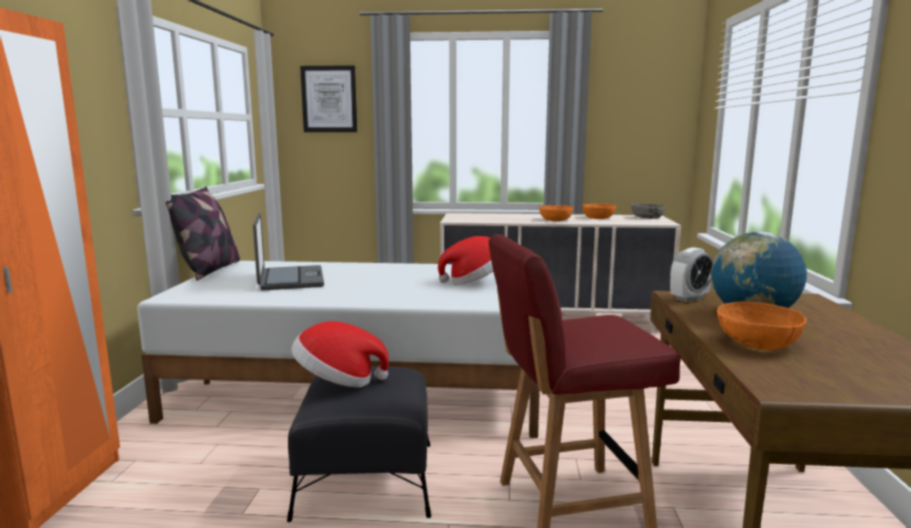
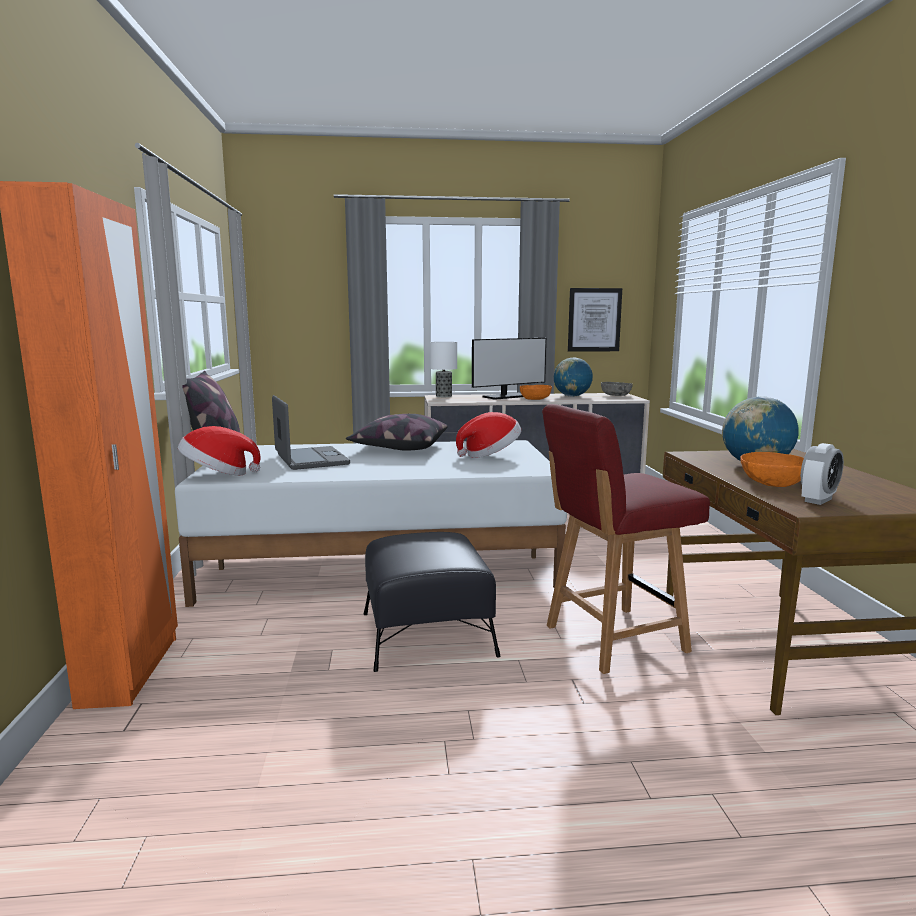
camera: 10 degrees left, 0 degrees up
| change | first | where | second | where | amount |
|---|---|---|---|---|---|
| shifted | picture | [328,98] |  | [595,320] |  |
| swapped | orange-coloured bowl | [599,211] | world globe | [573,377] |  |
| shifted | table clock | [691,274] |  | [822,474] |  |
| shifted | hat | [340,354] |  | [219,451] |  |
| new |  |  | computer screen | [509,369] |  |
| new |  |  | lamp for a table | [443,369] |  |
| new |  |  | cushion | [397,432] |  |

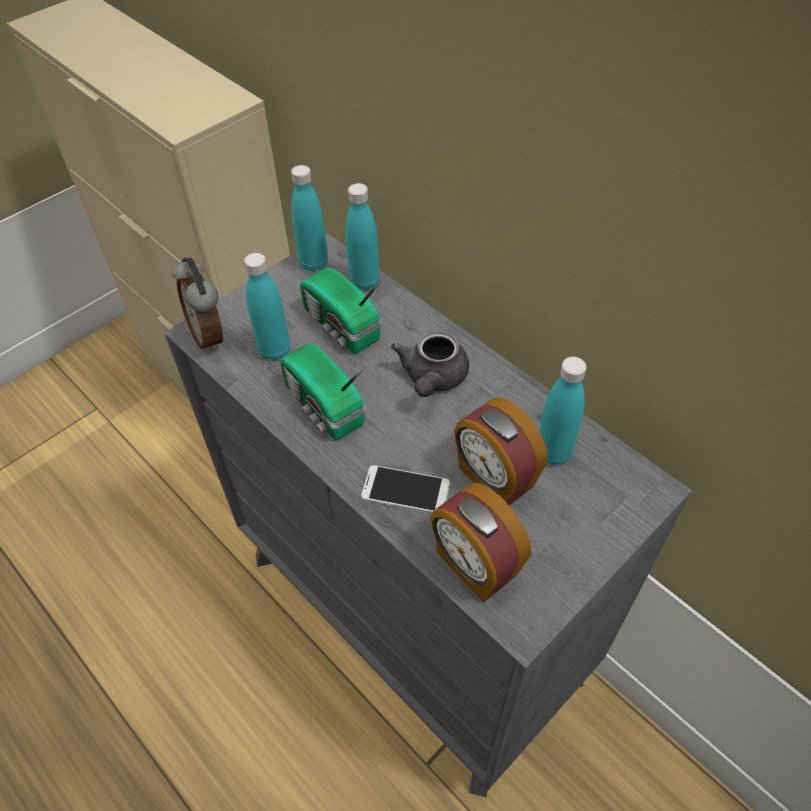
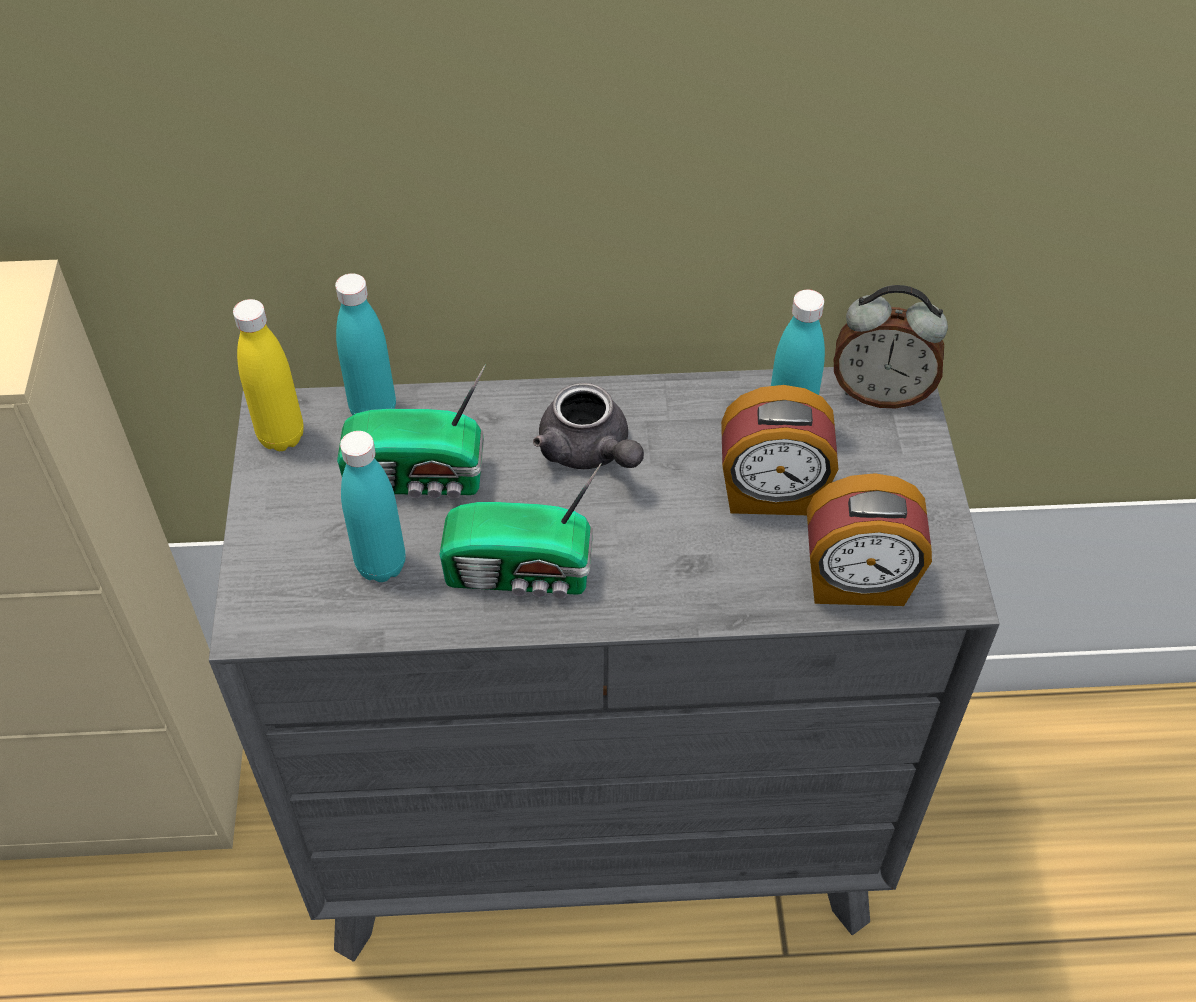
camera: 50 degrees left, 0 degrees up
| change | first | where | second | where | amount |
|---|---|---|---|---|---|
| repainted | turquoise-coloured beverage bottle | [309,218] | yellow beverage bottle | [268,375] |  |
| shifted | table clock | [197,305] |  | [891,346] |  |
| gone | phone | [405,489] |  |  |  |

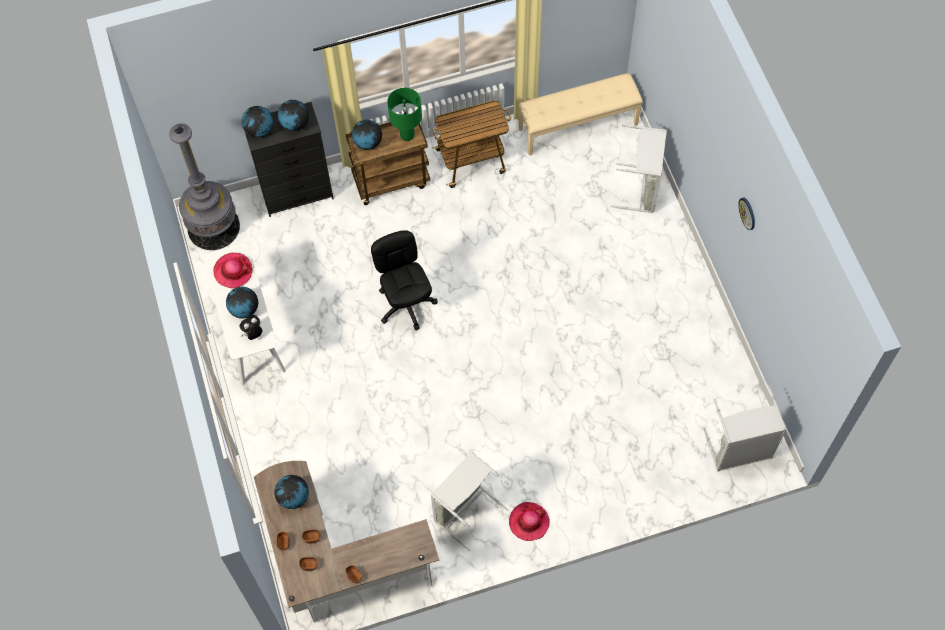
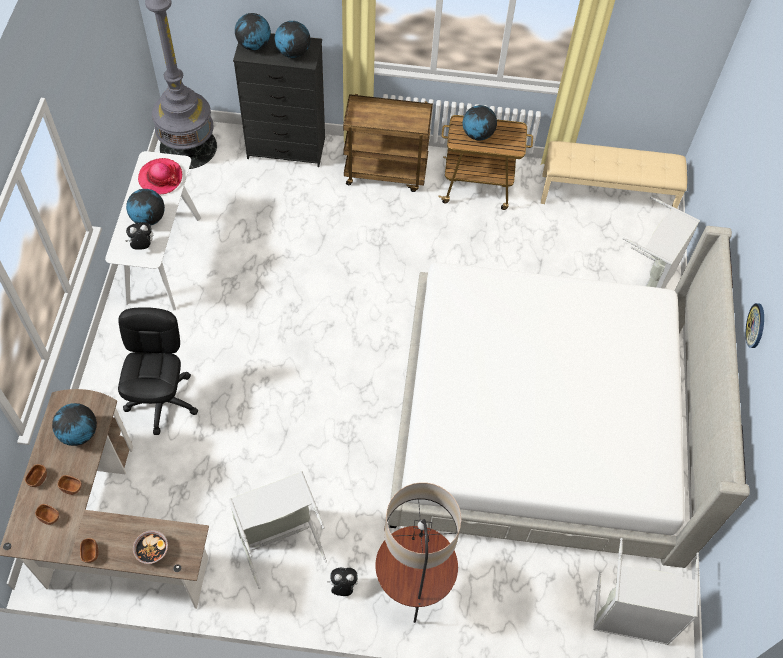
camera: 20 degrees right, 5 degrees down
| change | first | where | second | where | amount |
|---|---|---|---|---|---|
| gone | green lamp for a table | [404,114] |  |  |  |
| shifted | world globe | [367,135] |  | [480,122] |  |
| shifted | black-coloured office chair | [404,280] |  | [158,371] |  |
| swapped | hat | [529,521] | cuddly toy | [342,582] |  |
| new |  |  | sleeping bed | [569,397] |  |
| new |  |  | standing lamp | [418,552] |  |
| new |  |  | bowl | [150,547] |  |

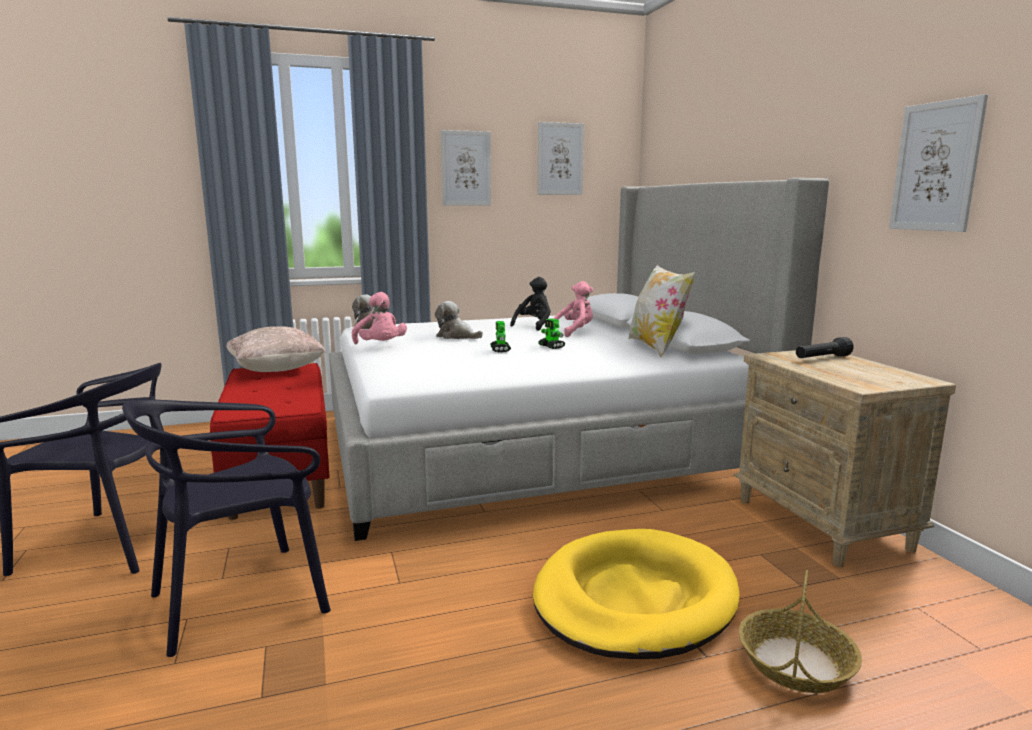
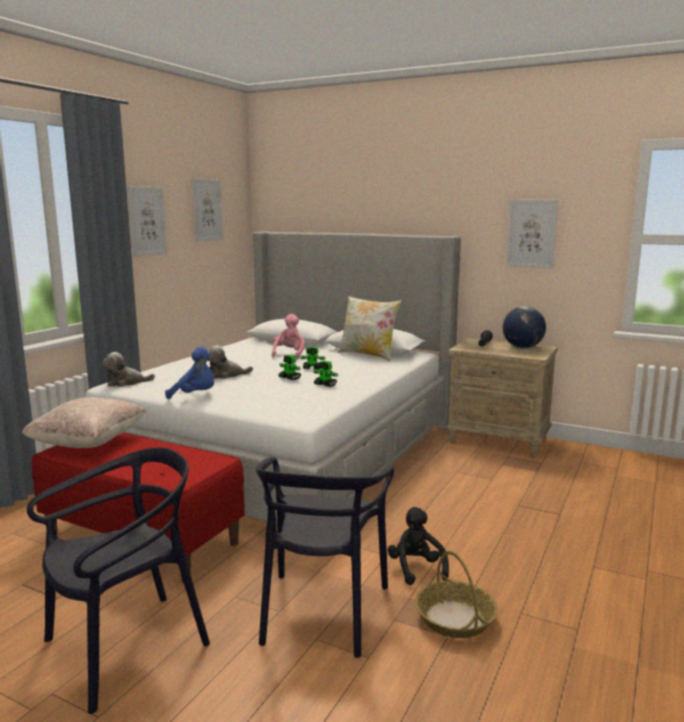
camera: 45 degrees left, 0 degrees up
| change | first | where | second | where | amount |
|---|---|---|---|---|---|
| shifted | black-coloured cuddly toy | [530,304] |  | [418,546] |  |
| repainted | pink-coloured cuddly toy | [379,318] | bluish cuddly toy | [189,372] |  |
| gone | yellow pet bed | [636,594] |  |  |  |
| shifted | storage basket | [800,631] |  | [456,594] |  |
| new |  |  | world globe | [524,327] |  |
| new |  |  | model robot | [325,374] |  |

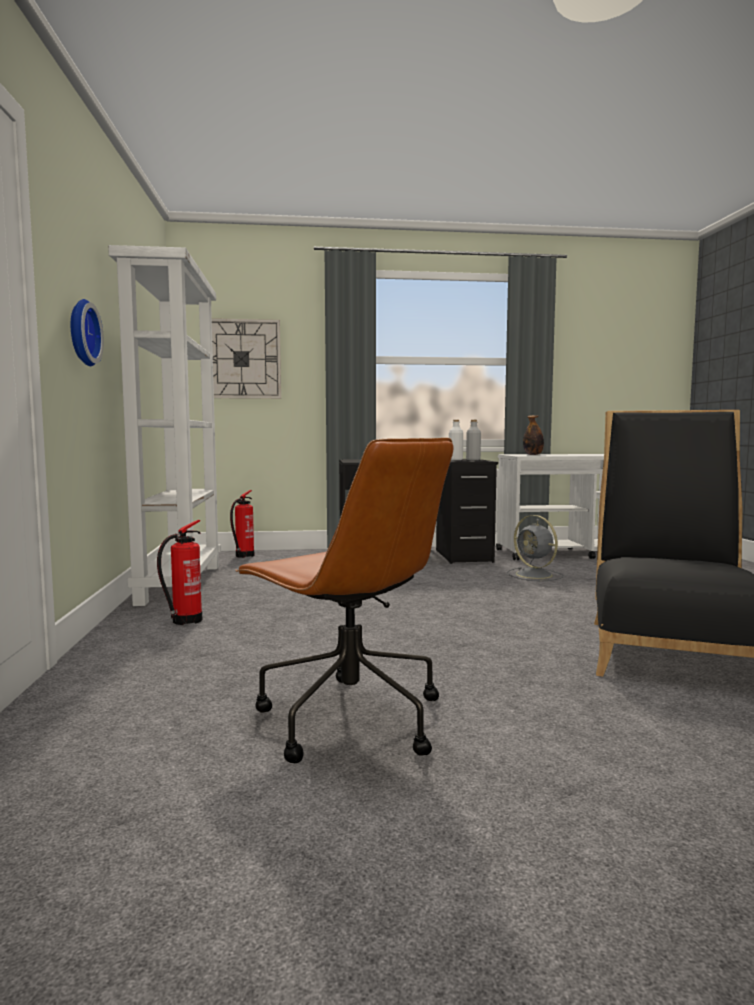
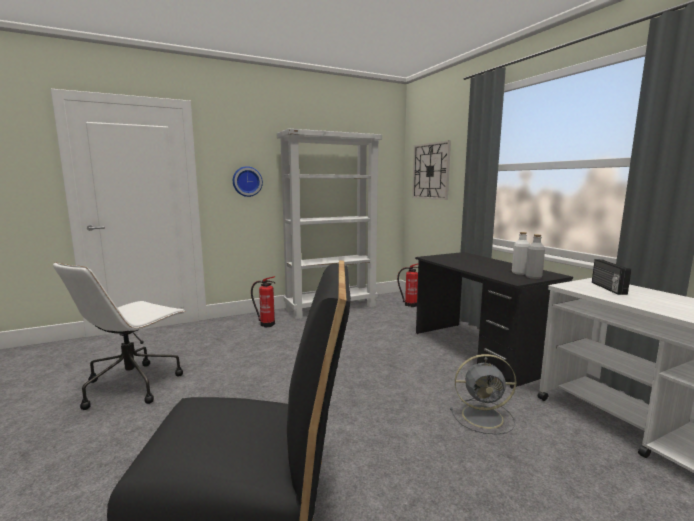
camera: 70 degrees right, 5 degrees up
| change | first | where | second | where | amount |
|---|---|---|---|---|---|
| swapped | beverage bottle | [533,435] | radio set | [611,277] |  |
| repainted | brown office chair | [344,600] | whitish office chair | [119,336] |  |
| rotated | greyish electric fan | [535,548] |  | [483,394] | 120 degrees counterclockwise |

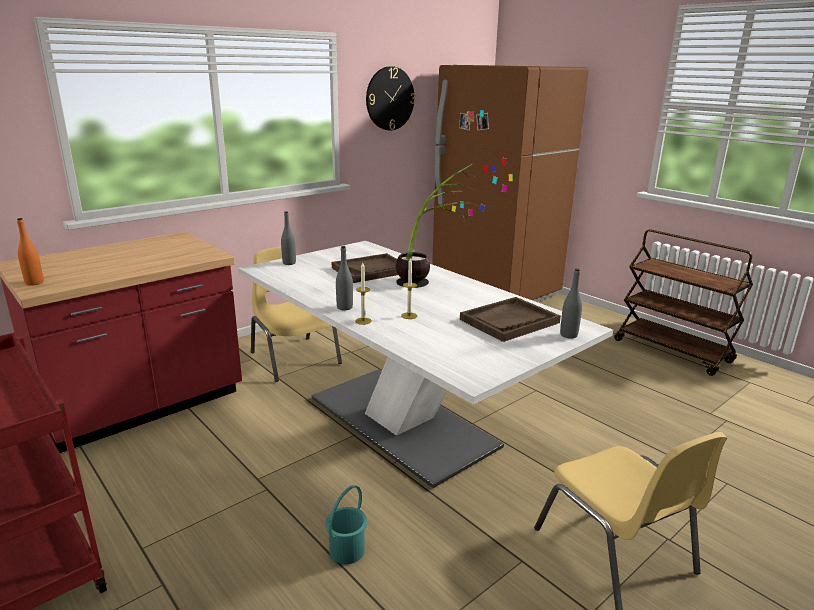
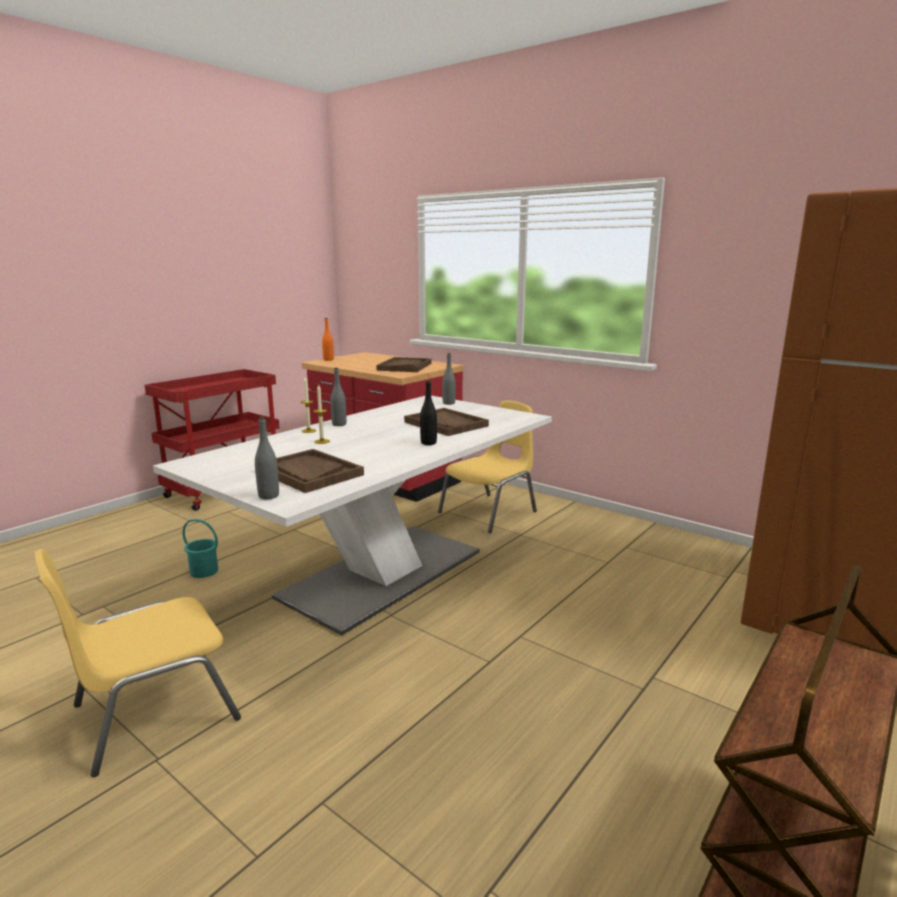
camera: 80 degrees right, 5 degrees down
| change | first | where | second | where | amount |
|---|---|---|---|---|---|
| gone | wall clock | [390,98] |  |  |  |
| swapped | potted plant | [437,226] | black-coloured beverage bottle | [428,412] |  |
| new |  |  | brown serving tray | [404,364] |  |

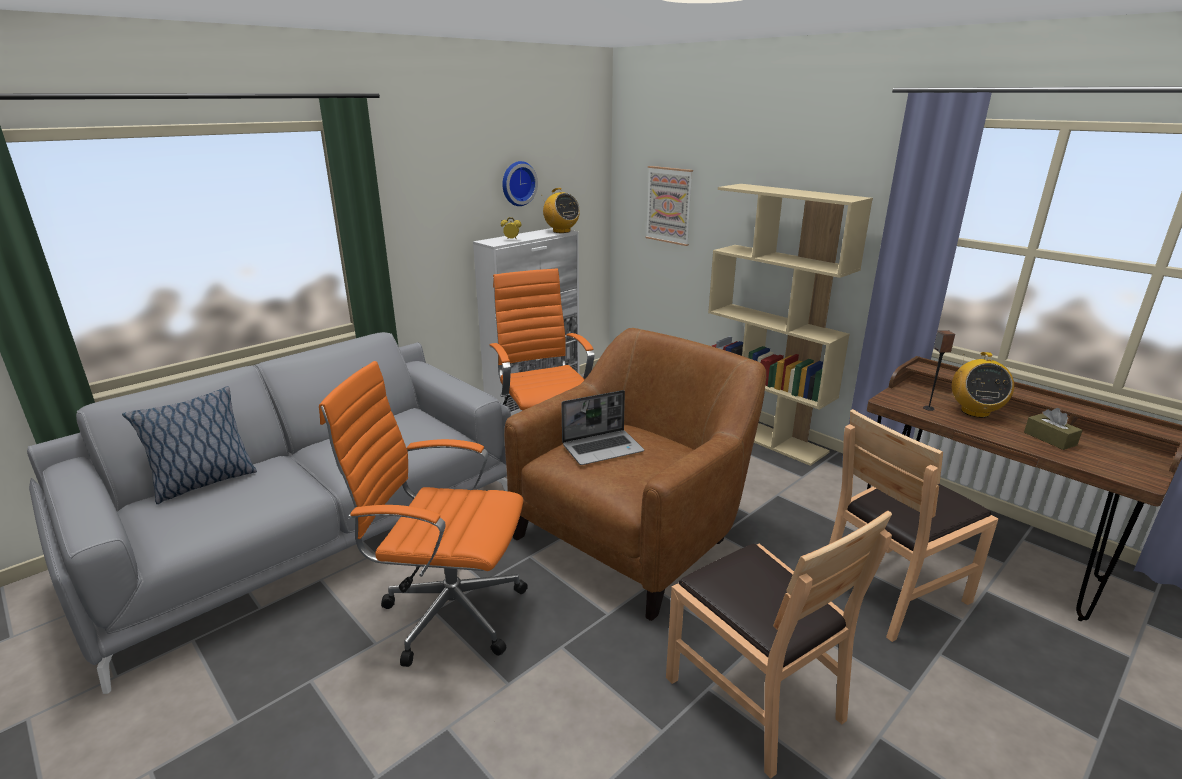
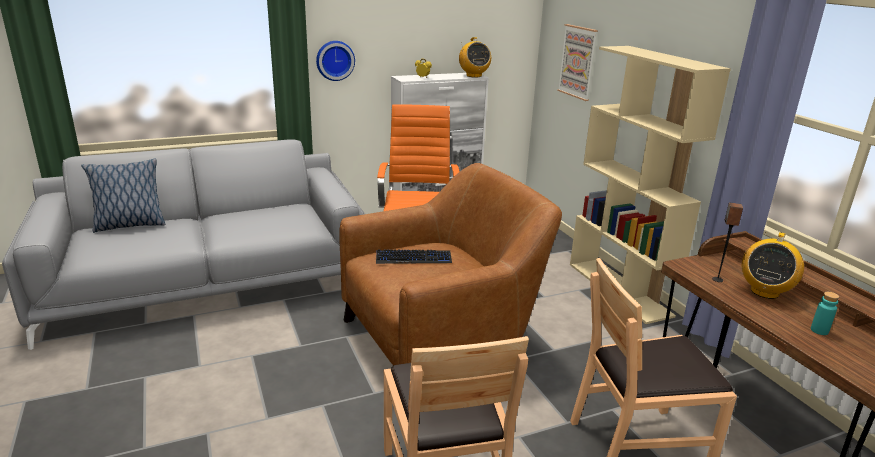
camera: 20 degrees right, 0 degrees up
| change | first | where | second | where | amount |
|---|---|---|---|---|---|
| shifted | wall clock | [520,183] |  | [335,61] |  |
| gone | orange-coloured office chair | [423,514] |  |  |  |
| swapped | portable computer | [602,427] | PC keyboard | [414,256] |  |
| swapped | brown box of tissues | [1053,429] | turquoise-coloured beverage bottle | [825,313] |  |

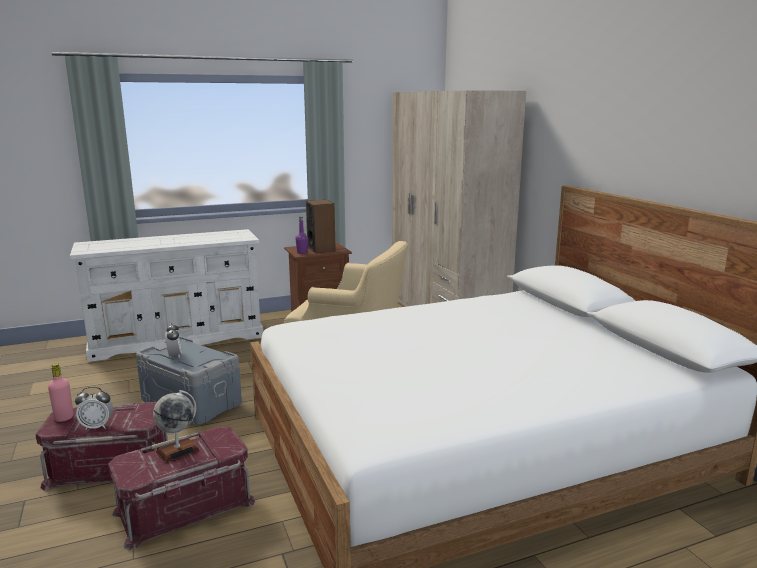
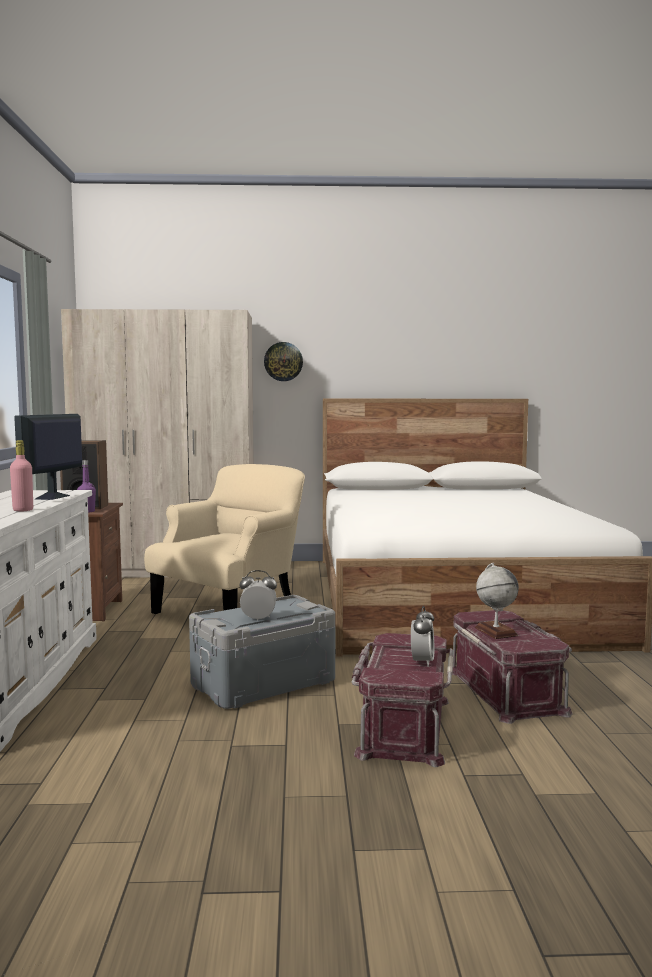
camera: 70 degrees left, 10 degrees down
| change | first | where | second | where | amount |
|---|---|---|---|---|---|
| shifted | pink-coloured beverage bottle | [61,392] |  | [21,475] |  |
| new |  |  | wall clock | [283,361] |  |
| new |  |  | computer screen | [48,457] |  |

